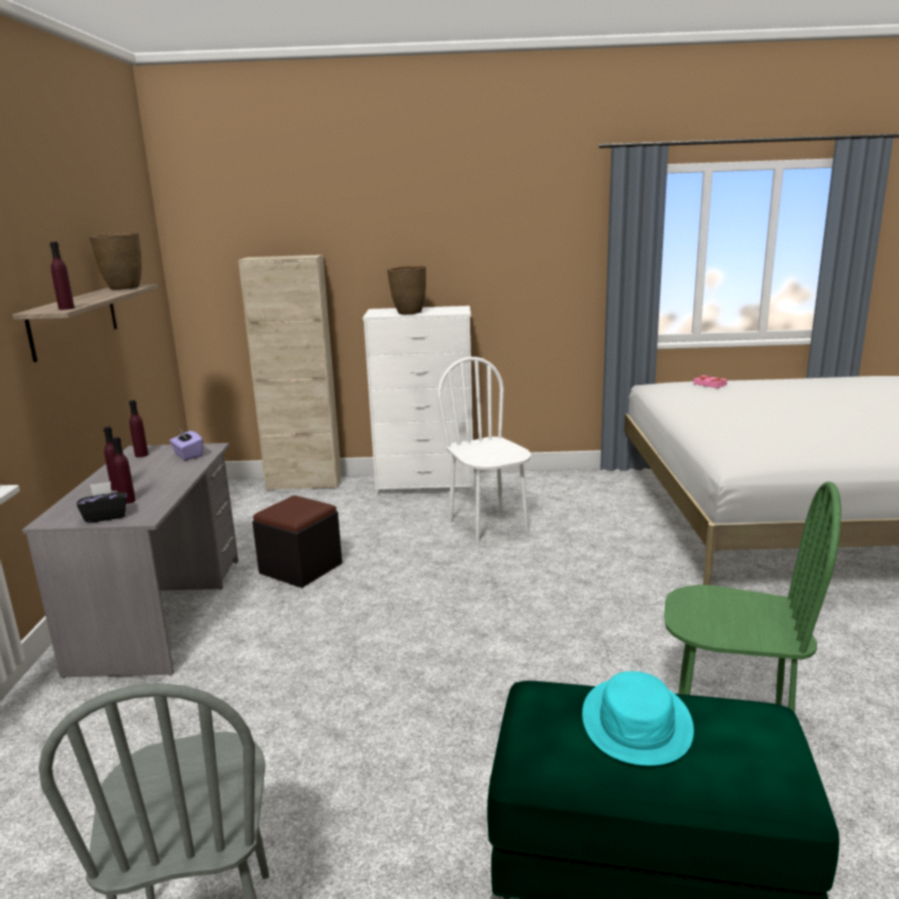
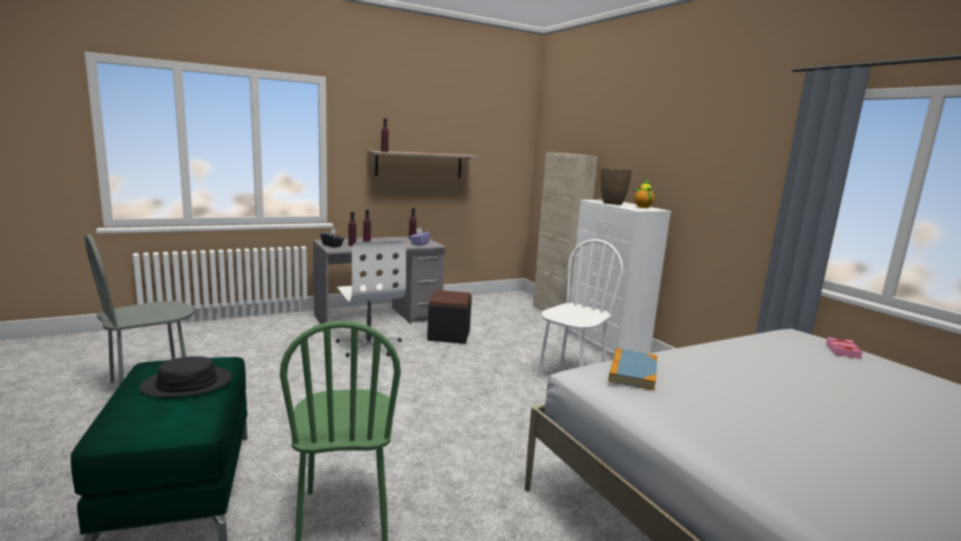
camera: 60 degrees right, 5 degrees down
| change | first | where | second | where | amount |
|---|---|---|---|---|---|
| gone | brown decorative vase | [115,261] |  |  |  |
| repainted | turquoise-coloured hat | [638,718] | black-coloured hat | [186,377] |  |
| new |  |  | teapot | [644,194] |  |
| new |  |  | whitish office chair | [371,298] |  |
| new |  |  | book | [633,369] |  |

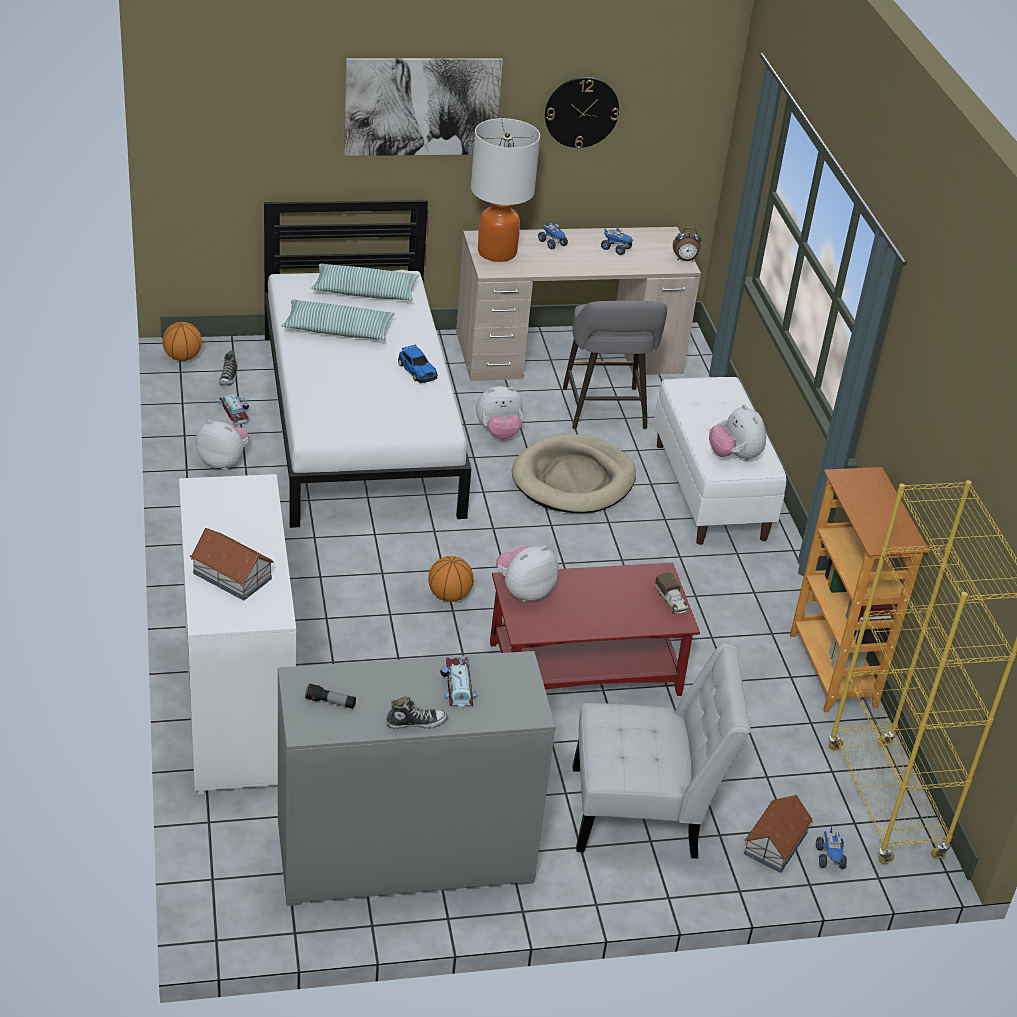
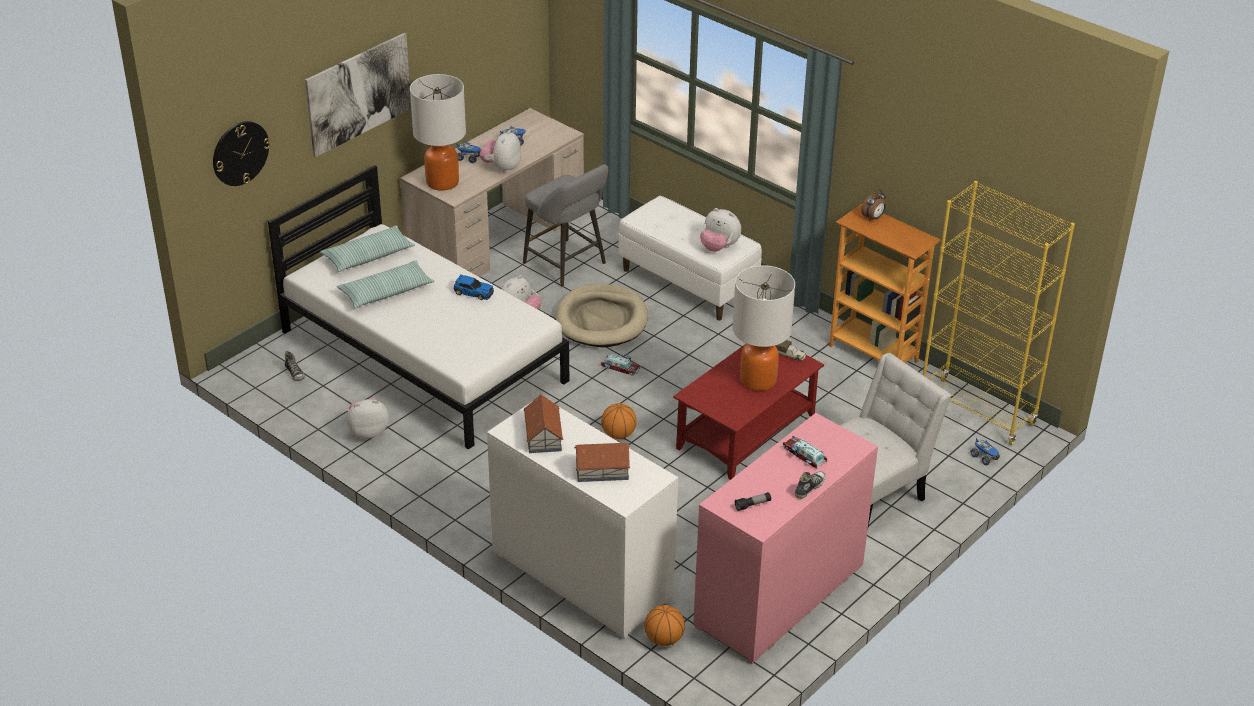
camera: 35 degrees left, 0 degrees up
| change | first | where | second | where | amount |
|---|---|---|---|---|---|
| shifted | wall clock | [582,112] |  | [241,153] |  |
| shifted | table clock | [687,244] |  | [873,205] |  |
| shifted | basketball | [182,341] |  | [665,625] |  |
| shifted | miniature car | [234,409] |  | [620,364] |  |
| shifted | cuddly toy | [527,573] |  | [500,151] |  |
| repainted | greyish drawer chest | [416,778] | pink-coloured drawer chest | [785,538] |  |
| shifted | toy house | [778,834] |  | [543,424] |  |
| new |  |  | lamp for a table | [763,328] |  |

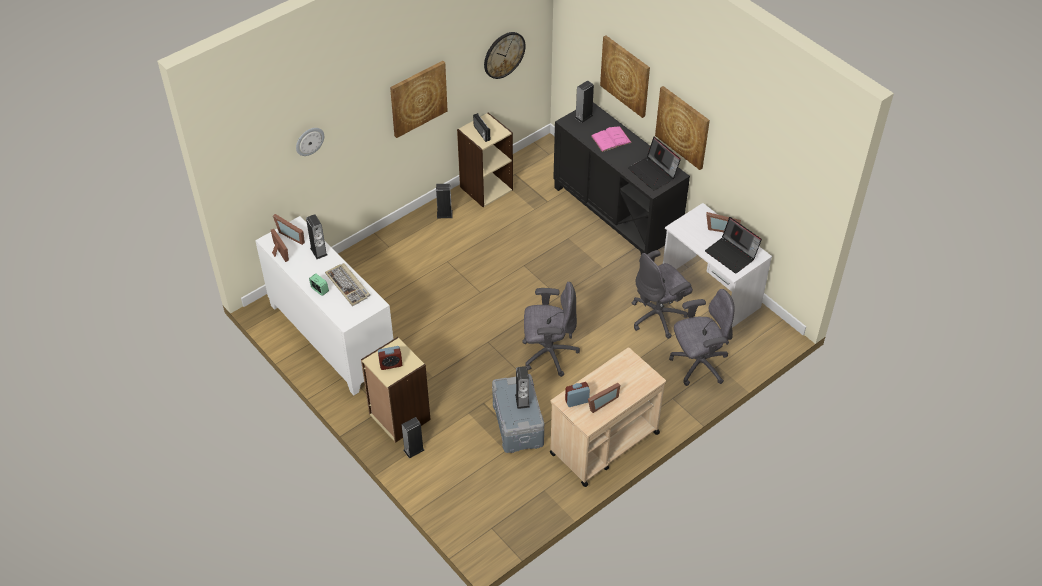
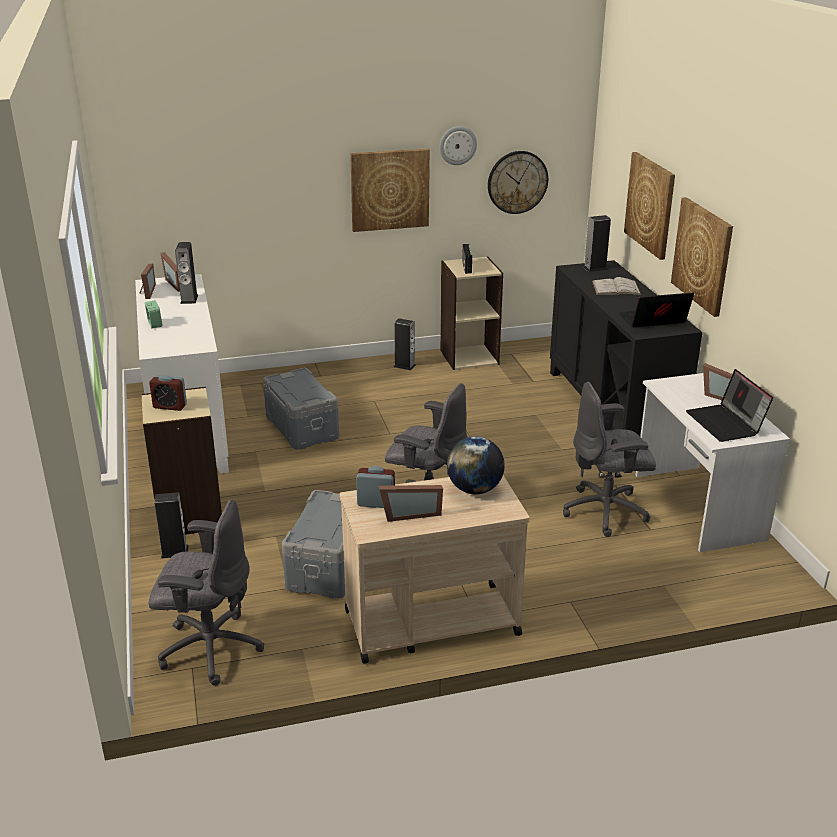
camera: 25 degrees right, 20 degrees down
| change | first | where | second | where | amount |
|---|---|---|---|---|---|
| repainted | pink-coloured book | [611,139] | whitish book | [616,286] |  |
| shifted | wall clock | [310,142] |  | [458,145] |  |
| rotated | portable computer | [654,163] |  | [656,309] | 90 degrees clockwise |
| gone | PC keyboard | [347,284] |  |  |  |
| shifted | greyish office chair | [702,337] |  | [206,592] |  |
| gone | speaker | [522,387] |  |  |  |
| new |  |  | greyish storage bin | [301,409] |  |
| new |  |  | world globe | [476,465] |  |

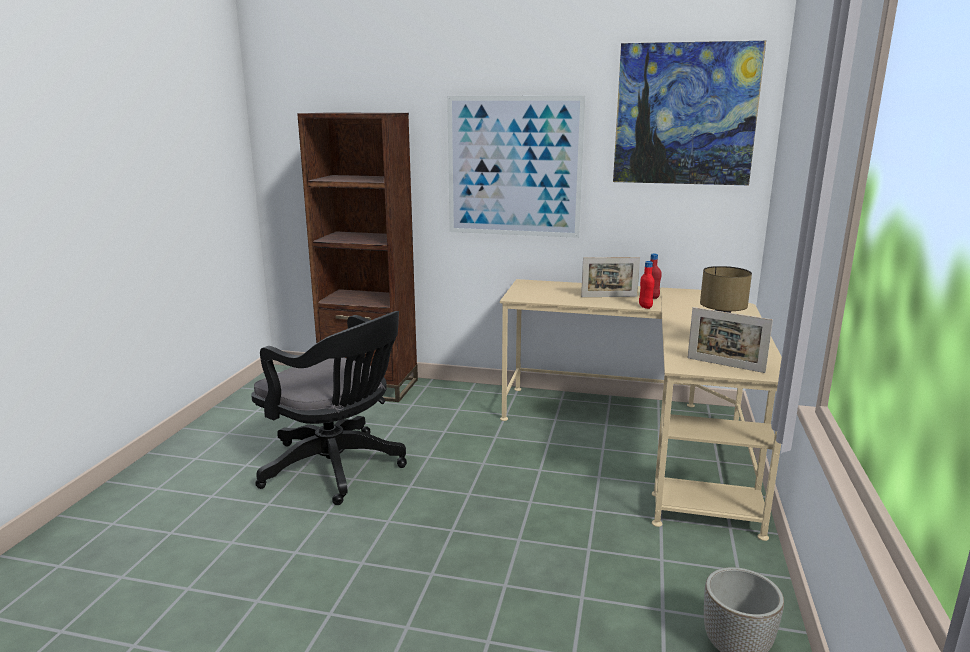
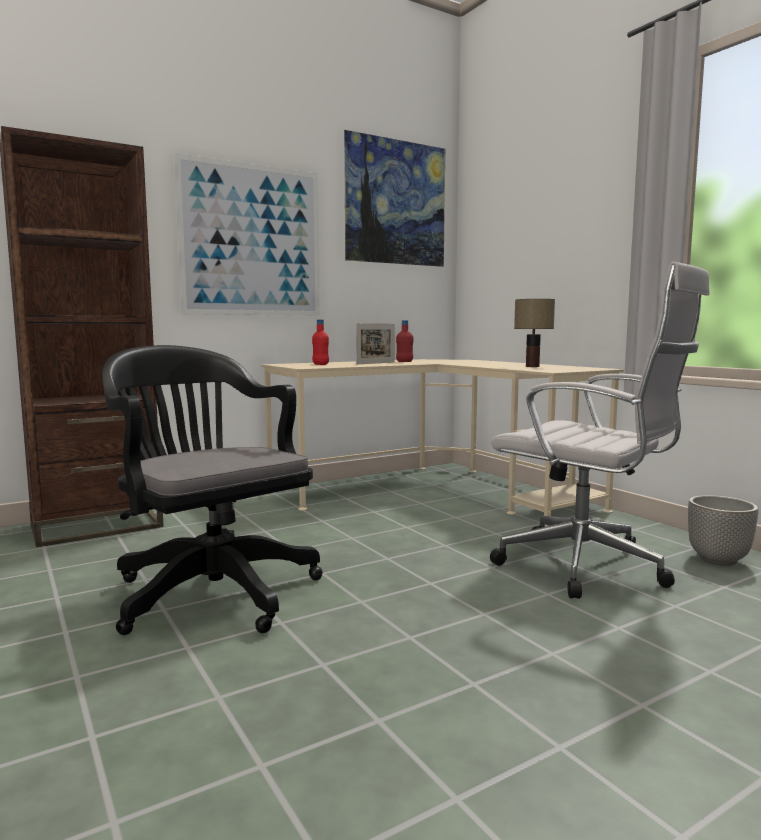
camera: 45 degrees left, 10 degrees down
| change | first | where | second | where | amount |
|---|---|---|---|---|---|
| shifted | reddish beverage bottle | [647,285] |  | [320,342] |  |
| gone | photo frame | [730,340] |  |  |  |
| rotated | black-coloured office chair | [329,408] |  | [212,490] | 120 degrees counterclockwise |
| new |  |  | whitish office chair | [600,430] |  |

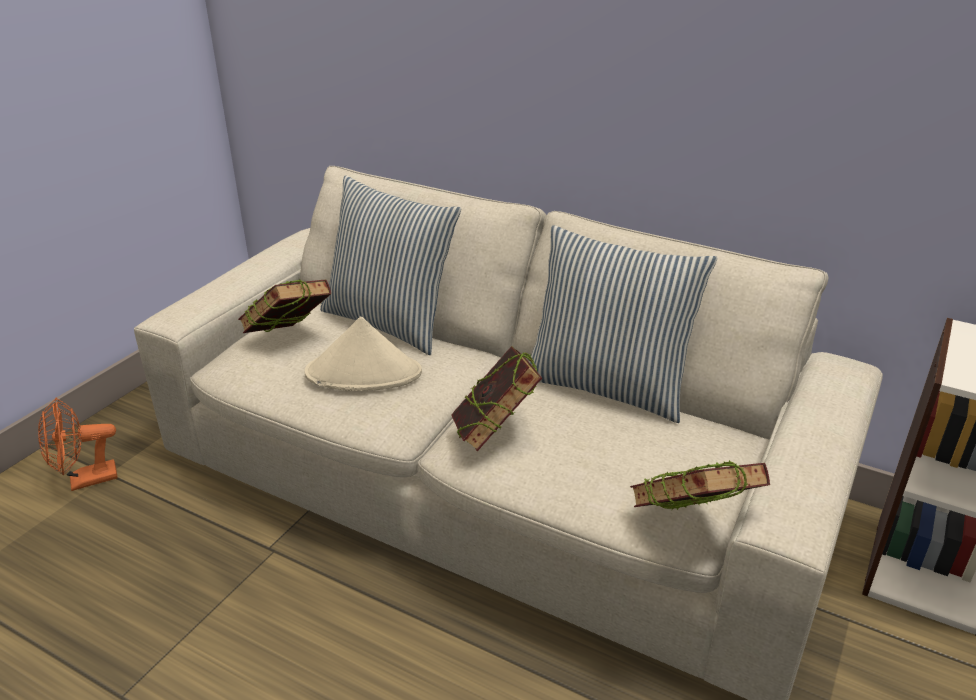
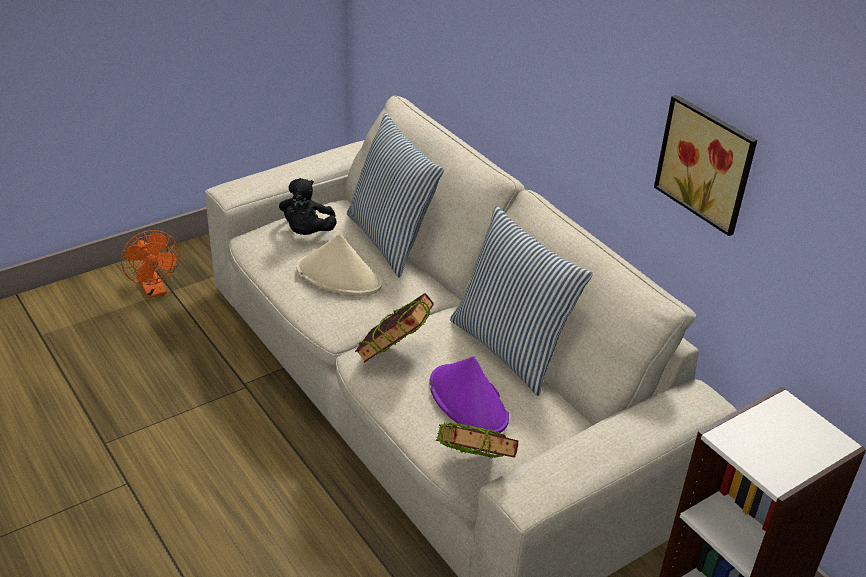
camera: 25 degrees right, 5 degrees up
| change | first | where | second | where | amount |
|---|---|---|---|---|---|
| swapped | book | [284,306] | black-coloured cuddly toy | [308,206] |  |
| rotated | orange-coloured electric fan | [78,444] |  | [150,264] | 120 degrees counterclockwise |
| new |  |  | picture | [705,165] |  |
| new |  |  | purple hat | [469,394] |  |

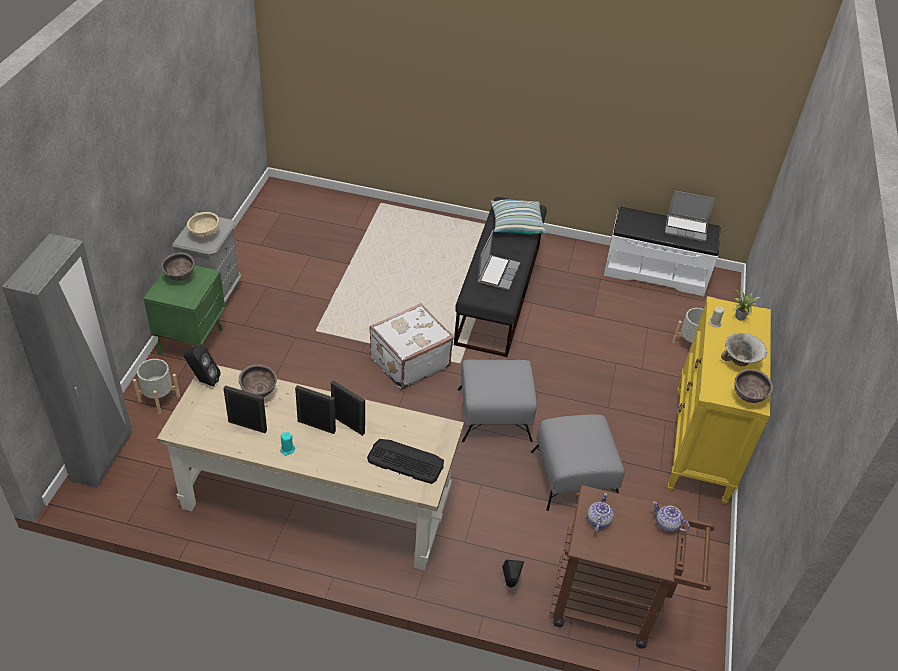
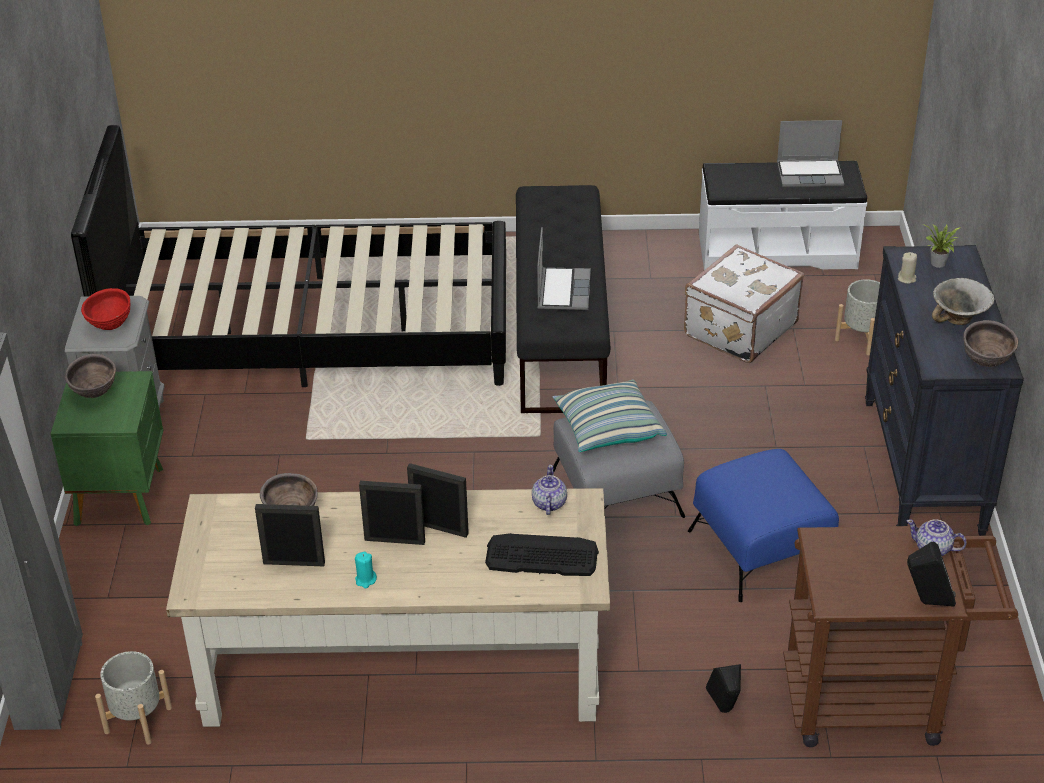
camera: 10 degrees left, 5 degrees down
| change | first | where | second | where | amount |
|---|---|---|---|---|---|
| shifted | cushion | [518,217] |  | [609,415] |  |
| repainted | beige bowl | [203,225] | reddish bowl | [106,309] |  |
| repainted | yellow drawer chest | [719,400] | black-coloured drawer chest | [944,390] |  |
| shifted | whitish travel case | [411,346] |  | [744,303] |  |
| shifted | black-coloured speaker | [202,366] |  | [931,574] |  |
| shifted | greyish planter | [156,386] |  | [133,698] |  |
| repainted | greyish footrest | [578,463] | bluish footrest | [763,525] |  |
| shifted | teapot | [600,513] |  | [549,490] |  |
| new |  |  | black-coloured sleeping bed | [288,256] |  |

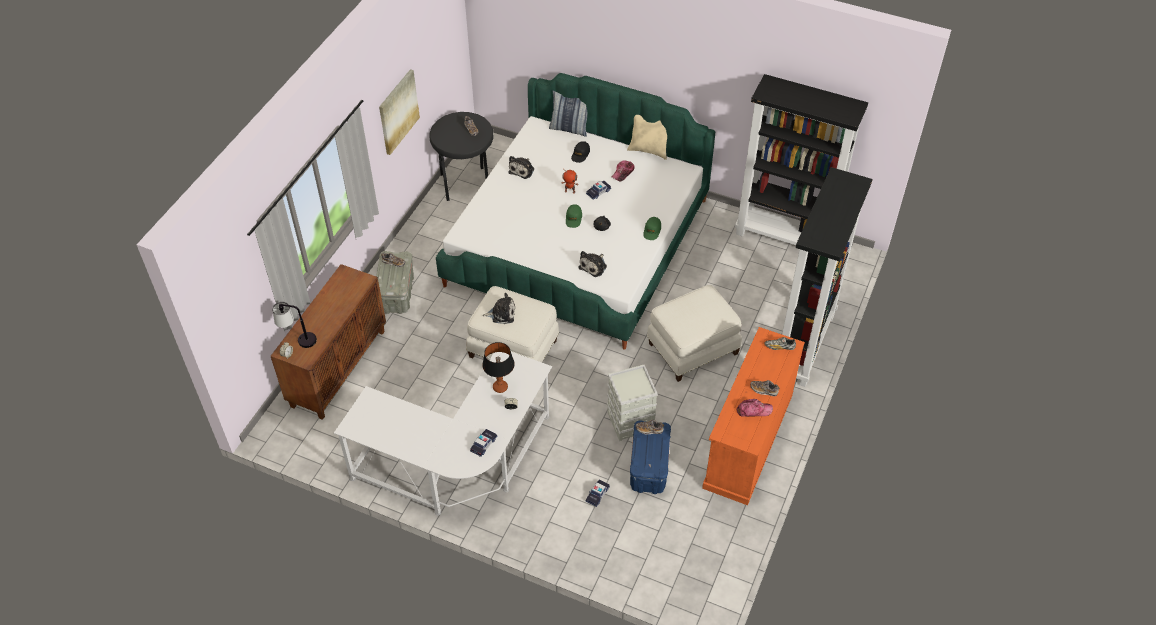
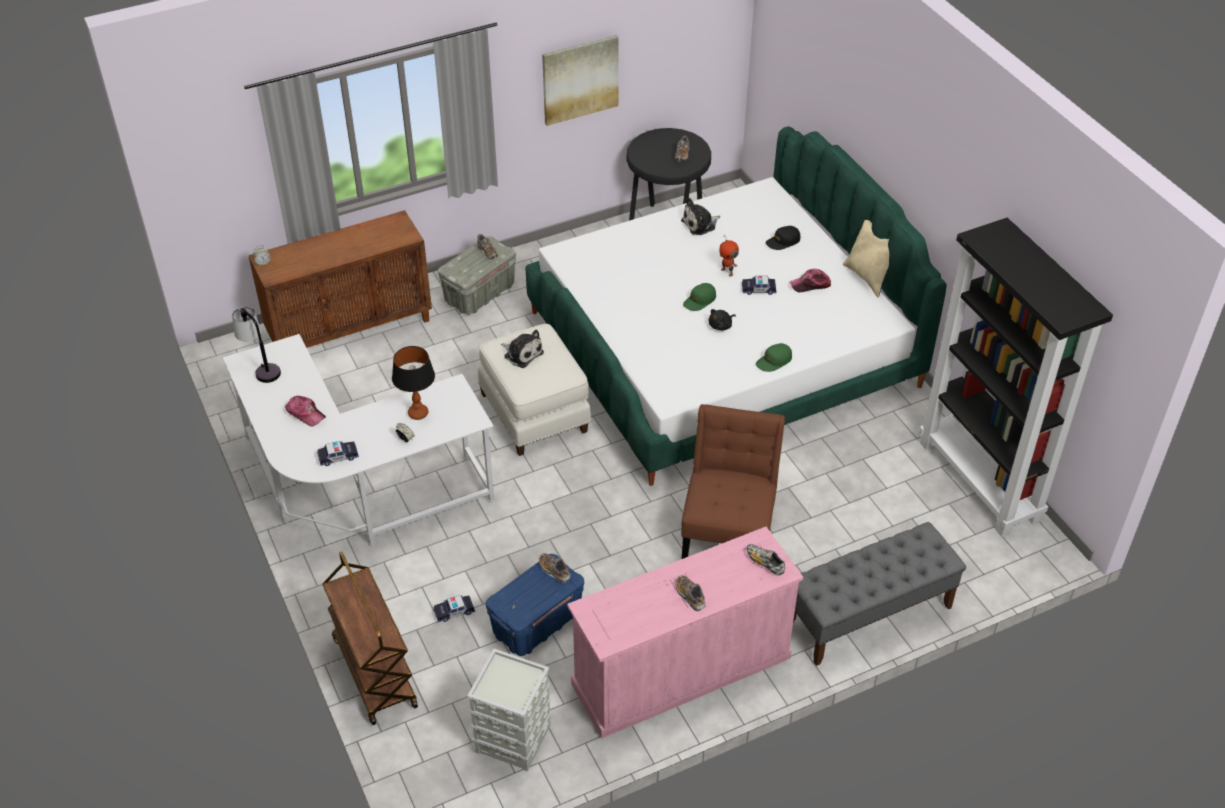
camera: 40 degrees right, 5 degrees down
| change | first | where | second | where | amount |
|---|---|---|---|---|---|
| gone | cushion | [568,114] |  |  |  |
| swapped | black-coloured bookshelf | [827,277] | greyish long seat | [879,594] |  |
| gone | cuddly toy | [592,264] |  |  |  |
| swapped | whitish footrest | [694,333] | brown upright chair | [733,481] |  |
| shifted | lamp for a table | [294,325] |  | [256,345] |  |
| repainted | orange-coloured drawer chest | [753,416] | pink-coloured drawer chest | [685,632] |  |
| shifted | greyish storage bin | [632,403] |  | [509,710] |  |
| shifted | peaked cap | [755,408] |  | [305,411] |  |
| new |  |  | brown cart | [370,638] |  |

